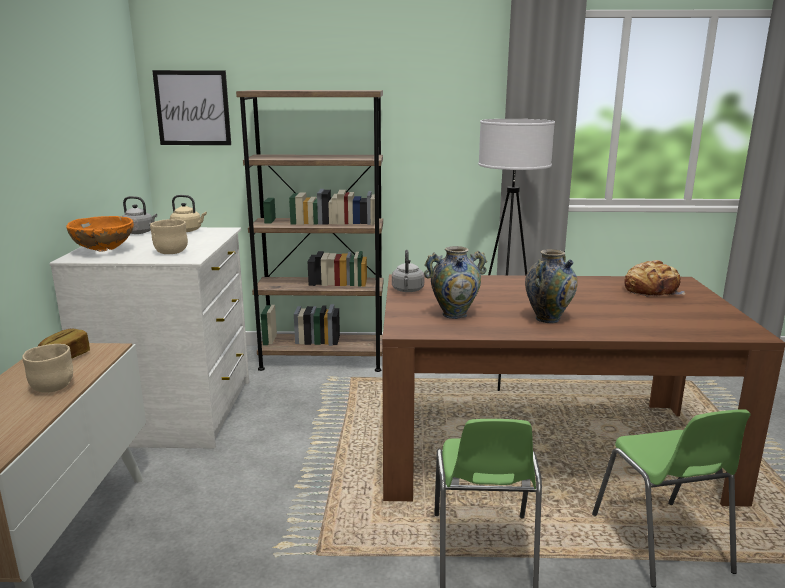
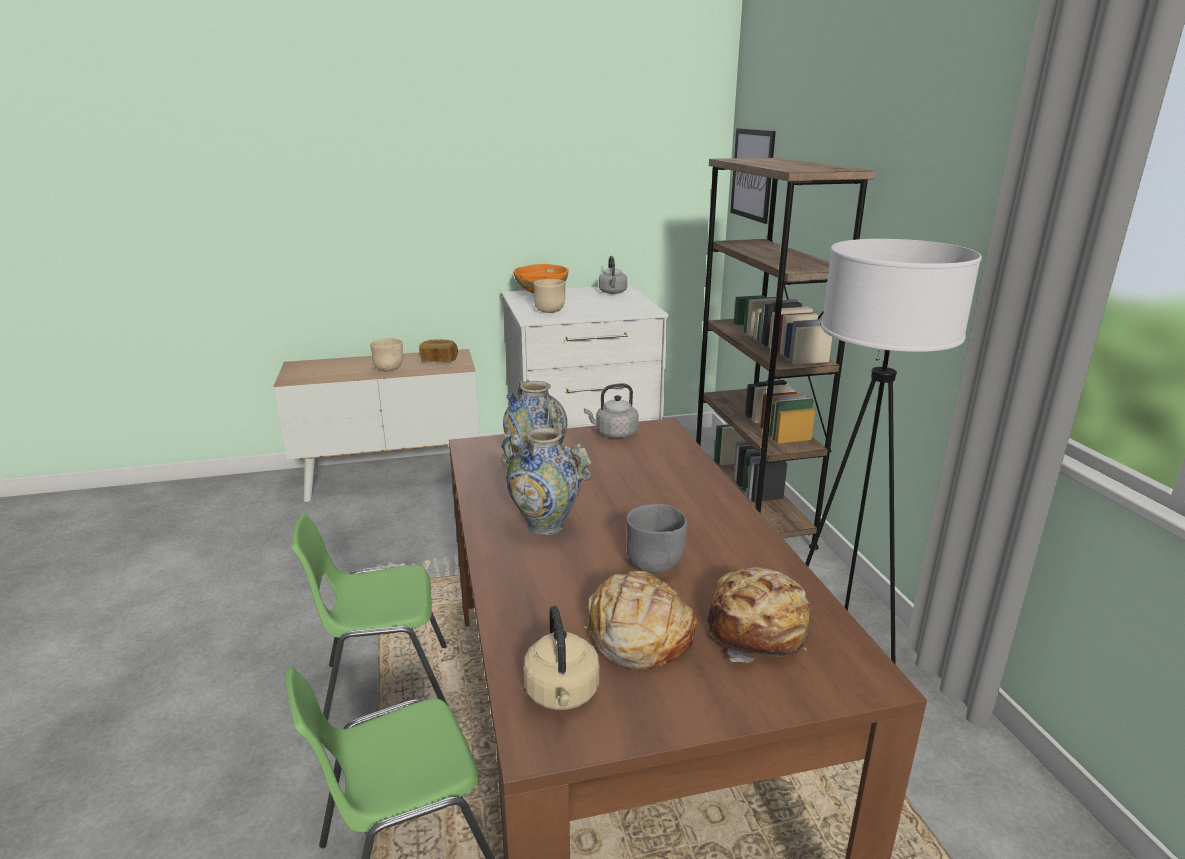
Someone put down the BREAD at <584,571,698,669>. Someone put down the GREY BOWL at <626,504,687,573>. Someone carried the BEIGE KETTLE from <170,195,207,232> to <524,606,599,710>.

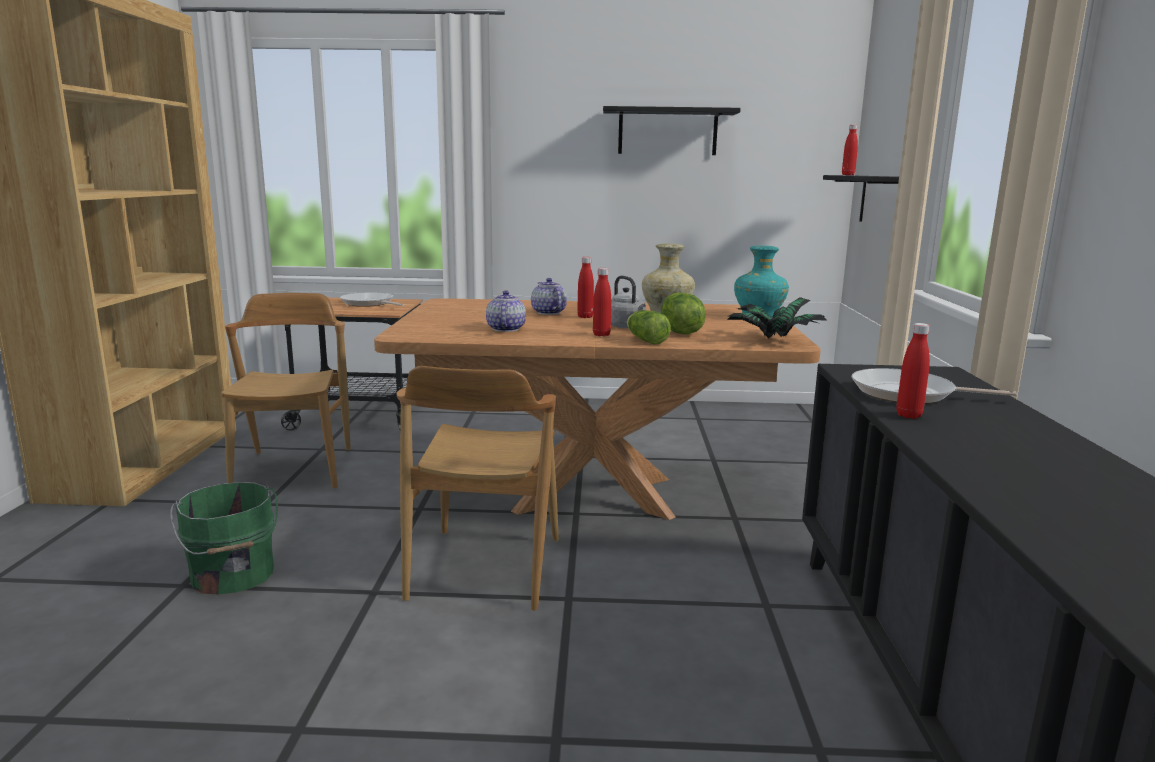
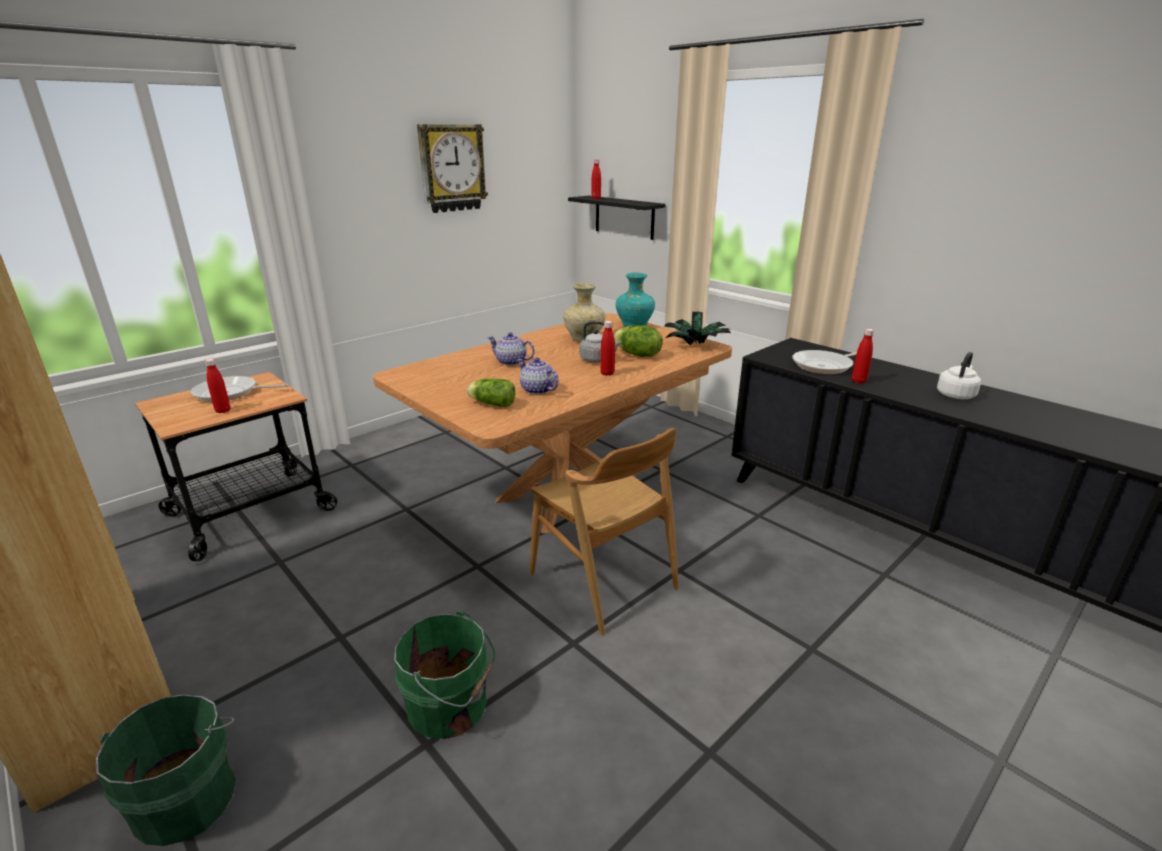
Someone took away the BROWN CHAIR at <222,293,351,489>. Someone put down the GREEN BUCKET at <96,694,236,846>. Someone put down the WHITE KETTLE at <937,352,981,399>. Someone carried the RED BOTTLE from <577,257,594,318> to <205,358,231,413>. Someone carried the LETTUCE from <627,310,671,345> to <467,378,515,407>. Someone swapped the BLACK SHELF at <603,106,741,155> for the WALL CLOCK at <417,124,488,213>.

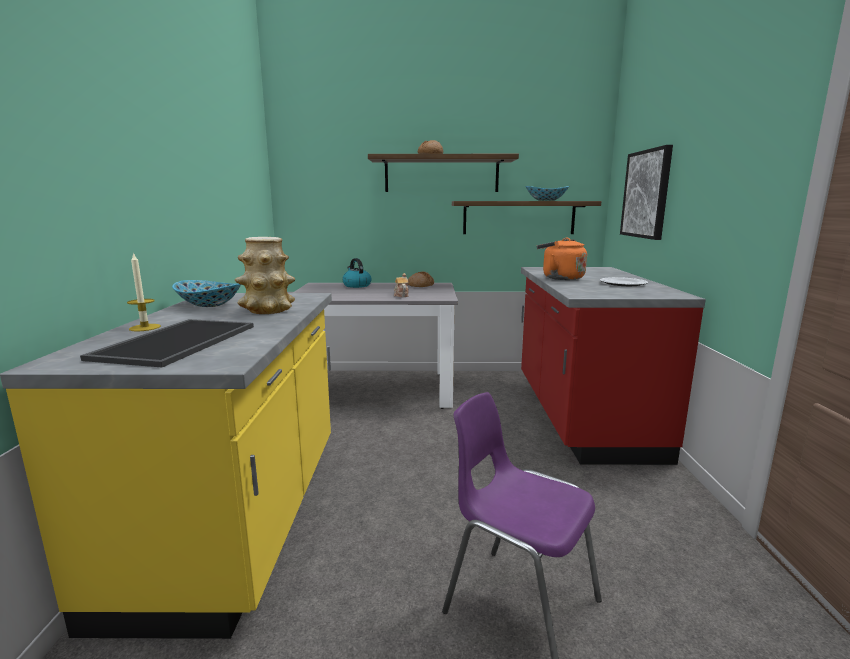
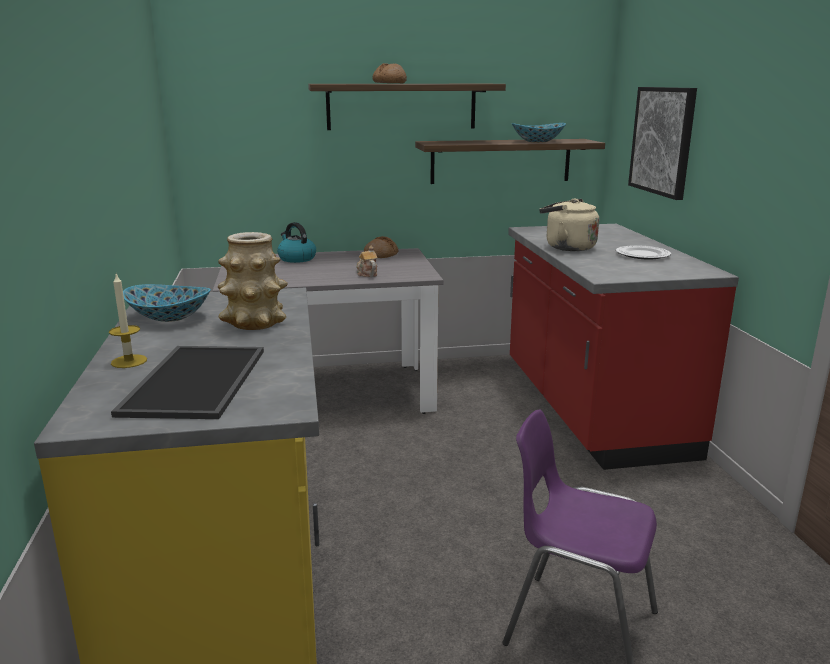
Someone repainted the ORANGE KETTLE at <537,238,587,280>, which became the BEIGE KETTLE at <539,199,599,251>.

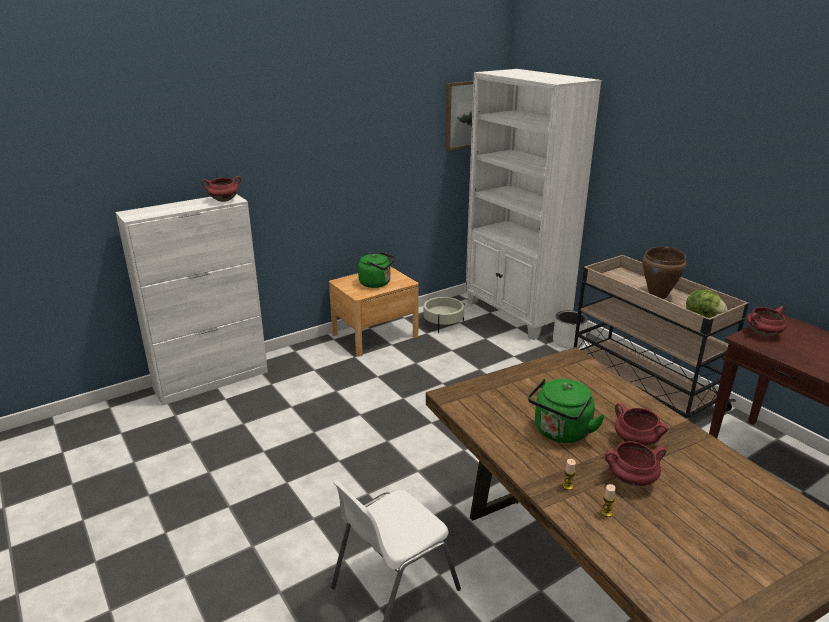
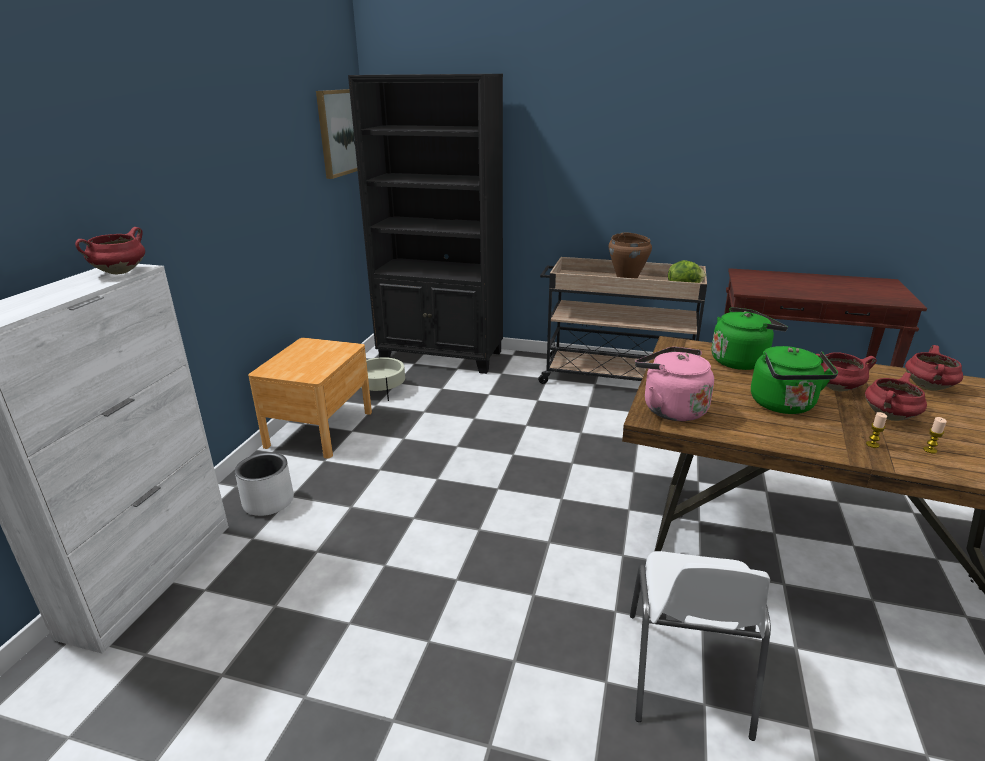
Someone put down the PINK KETTLE at <635,347,714,421>. Someone carried the GREEN KETTLE from <358,251,396,288> to <712,307,788,370>. Someone carried the WHITE PLANTER from <553,310,588,349> to <235,452,294,516>. Someone carried the RED COOKING POT from <747,306,787,336> to <905,345,963,390>. Someone repainted the WHITE BOOKCASE at <466,69,602,340>, which became the BLACK BOOKCASE at <348,74,503,374>.

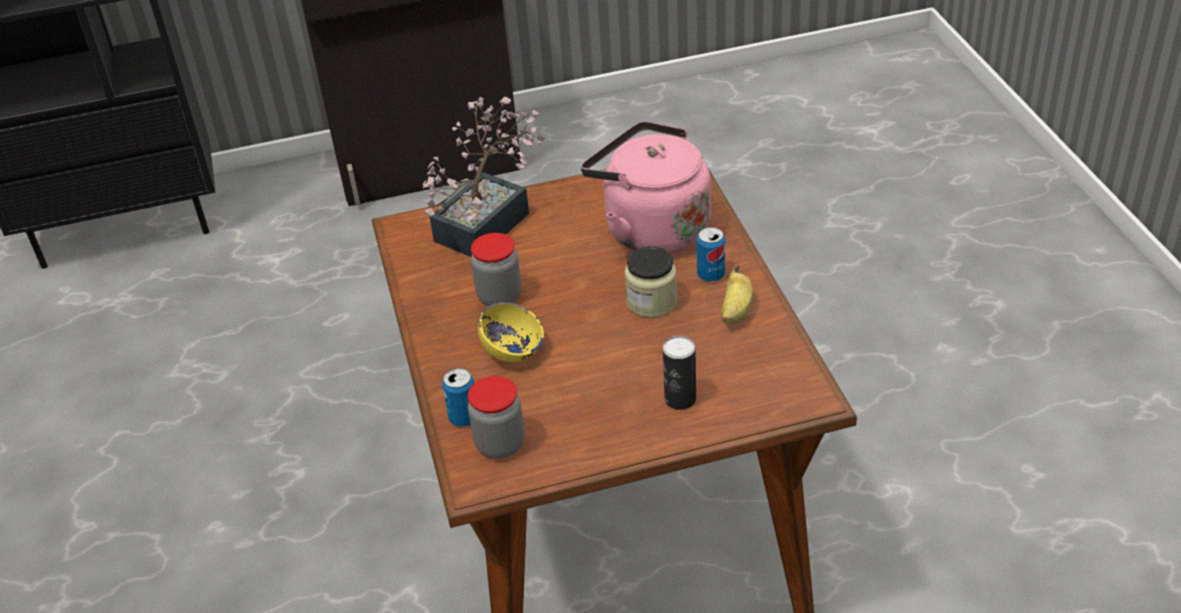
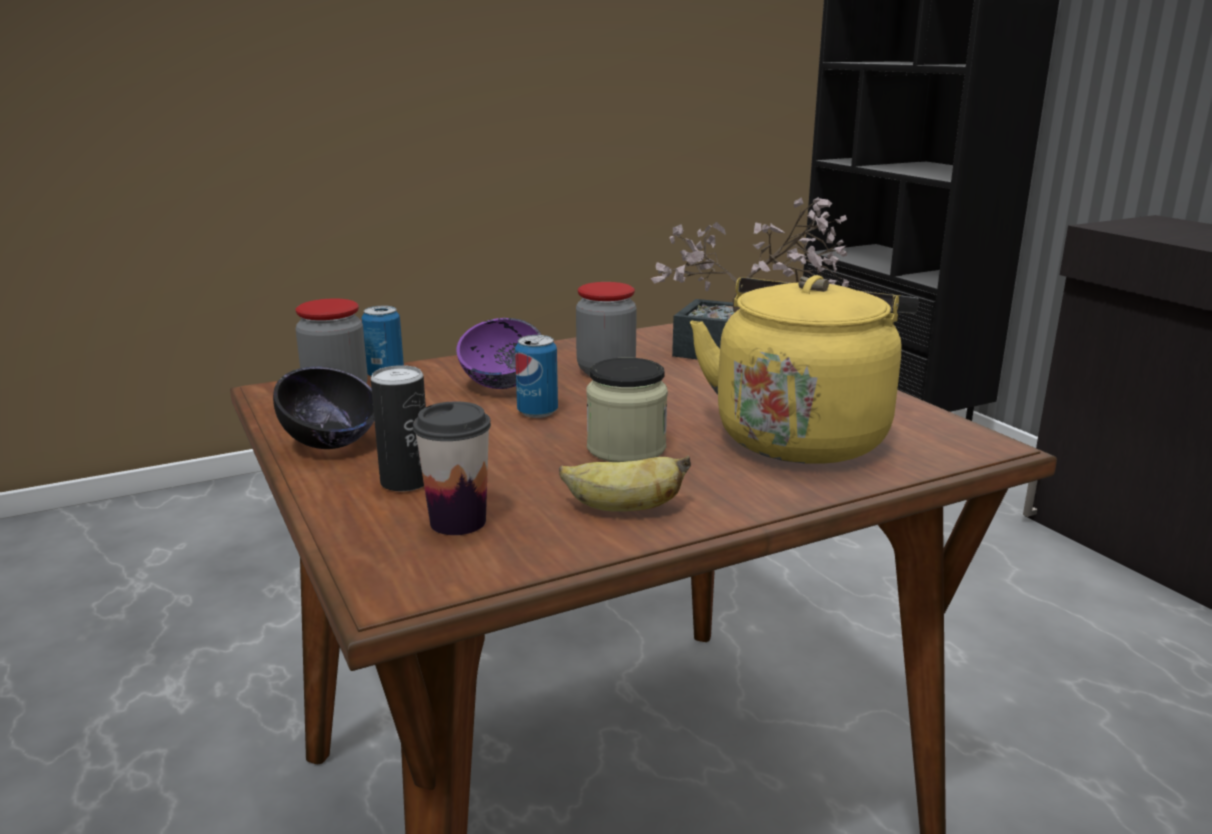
Someone put down the BLACK BOWL at <273,367,374,449>. Someone put down the CUP at <413,401,491,535>. Someone carried the CAN from <697,227,725,282> to <515,335,558,418>. Someone repainted the YELLOW BOWL at <478,302,544,362>, which became the PURPLE BOWL at <456,318,541,389>. Someone repainted the PINK KETTLE at <581,121,711,253>, which became the YELLOW KETTLE at <690,275,919,464>.

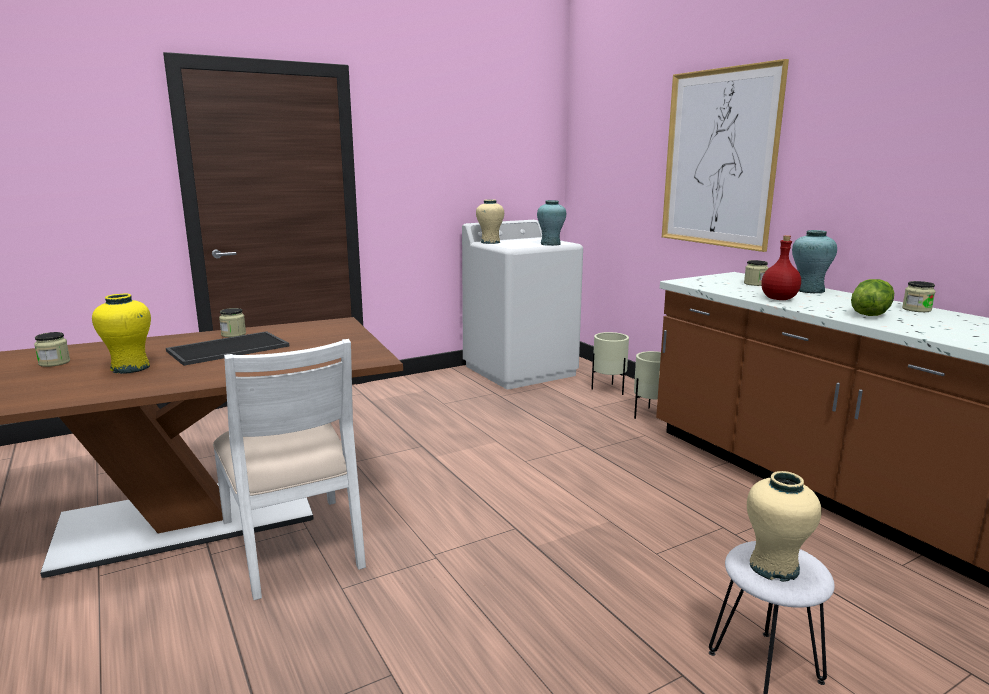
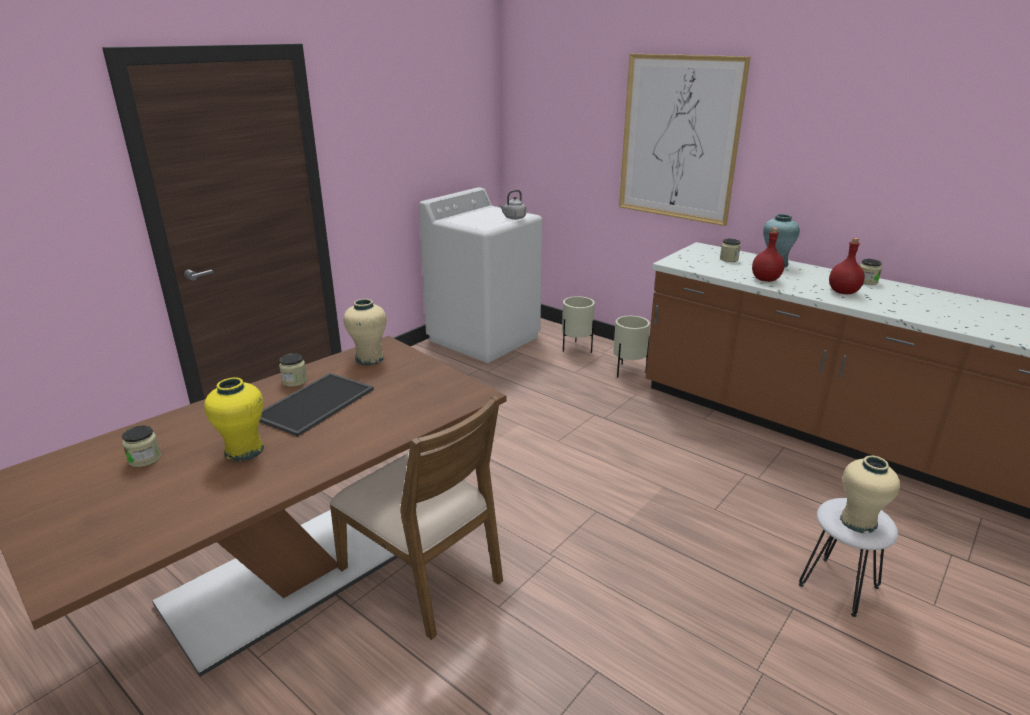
Someone carried the BEIGE VASE from <476,199,504,244> to <343,299,387,365>. Someone swapped the TURQUOISE VASE at <537,200,566,246> for the GREY KETTLE at <499,190,526,220>. Someone swapped the LETTUCE at <851,279,894,316> for the RED BOTTLE at <829,238,865,294>. Someone repainted the WHITE CHAIR at <213,339,366,600>, which became the BROWN CHAIR at <329,395,503,640>.

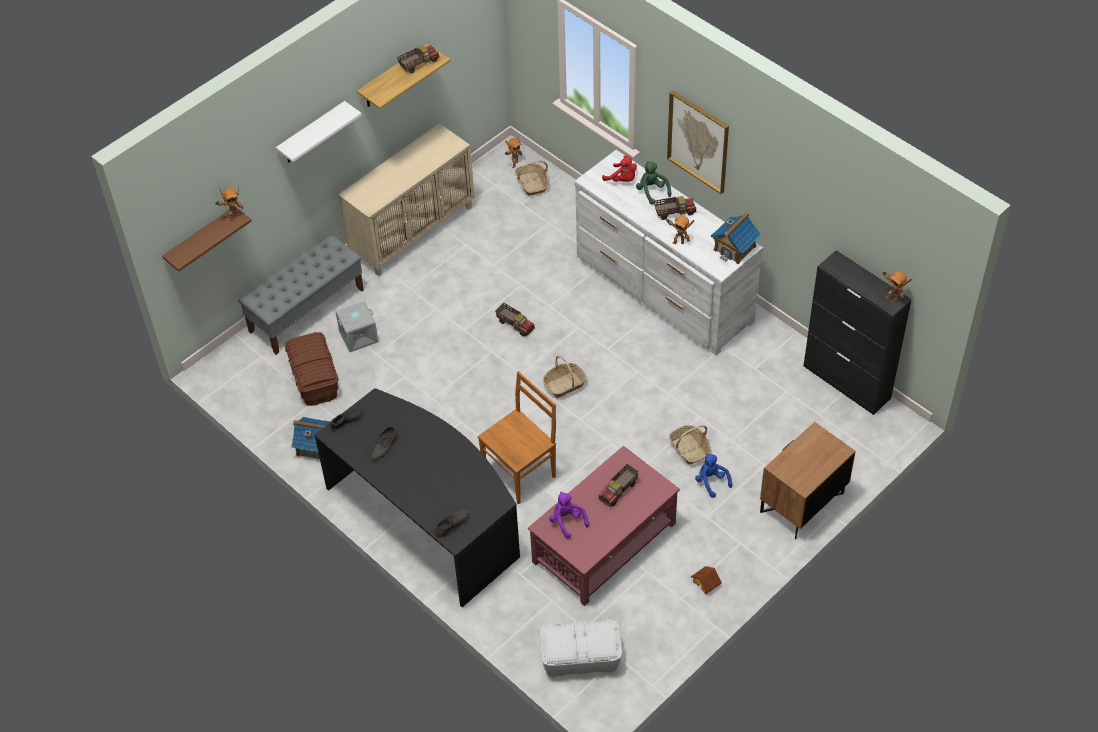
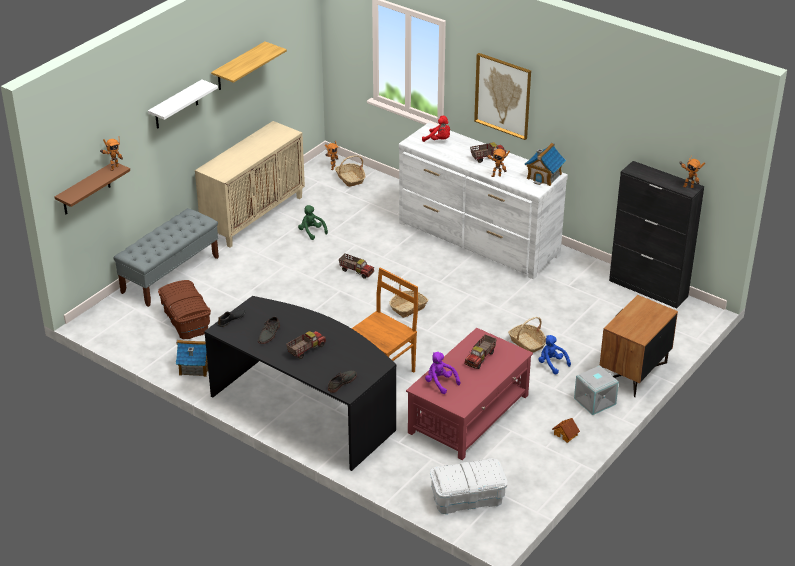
Someone carried the GREY STORAGE BOX from <335,301,379,352> to <574,365,619,415>. Someone carried the TOY TRUCK from <397,45,439,73> to <286,331,326,359>. Someone carried the GREEN PLUSH TOY from <636,161,672,205> to <298,205,328,240>.

